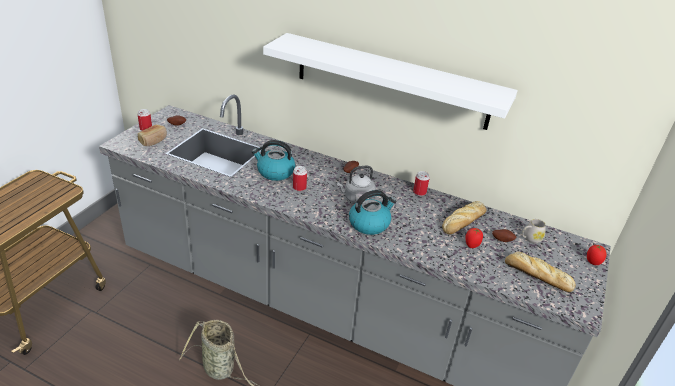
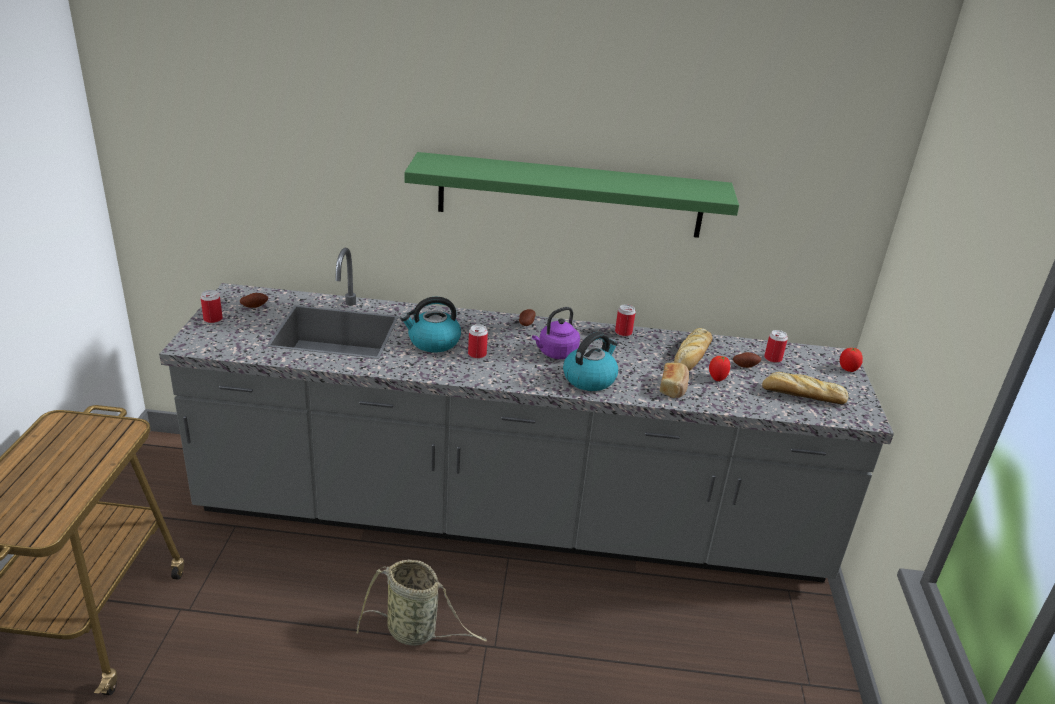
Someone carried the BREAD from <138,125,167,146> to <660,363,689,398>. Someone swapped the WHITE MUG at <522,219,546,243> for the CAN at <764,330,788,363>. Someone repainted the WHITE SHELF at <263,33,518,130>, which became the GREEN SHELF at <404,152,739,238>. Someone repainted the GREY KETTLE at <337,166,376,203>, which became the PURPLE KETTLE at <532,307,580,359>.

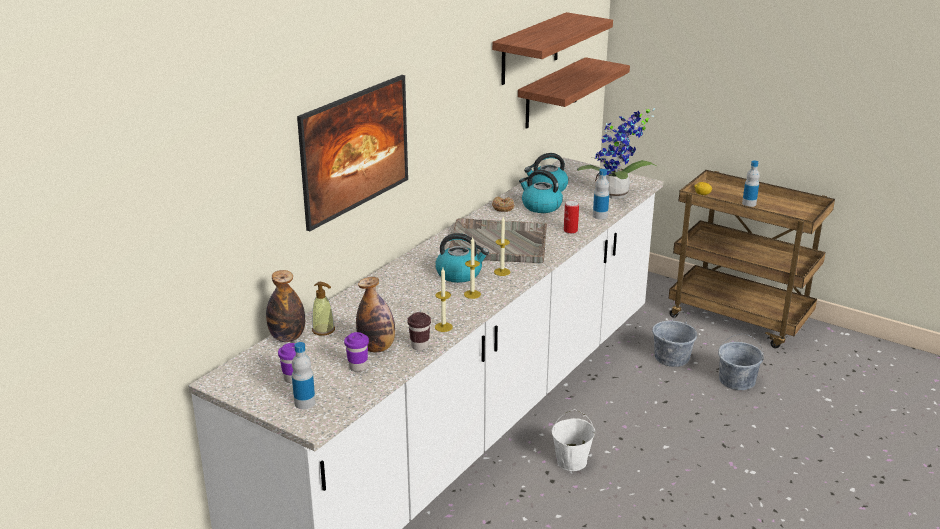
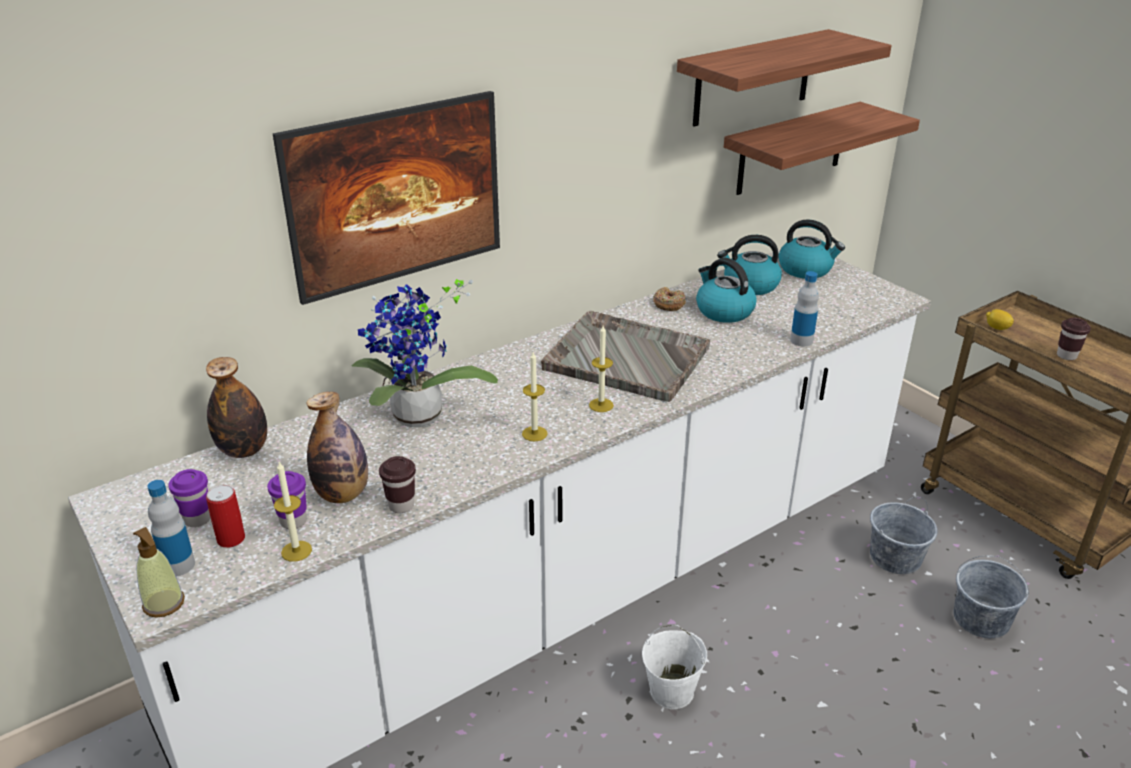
Someone carried the SOAP DISPENSER from <312,282,335,336> to <133,527,185,618>. Someone carried the KETTLE from <435,233,489,283> to <778,219,845,279>. Someone carried the CANDLE from <435,268,453,332> to <274,462,312,562>. Someone carried the CAN from <564,201,579,234> to <206,485,245,548>. Someone carried the POTTED PLANT from <577,108,658,199> to <352,279,498,427>. Someone swapped the BOTTLE at <742,161,760,207> for the BROWN CUP at <1057,318,1091,360>.

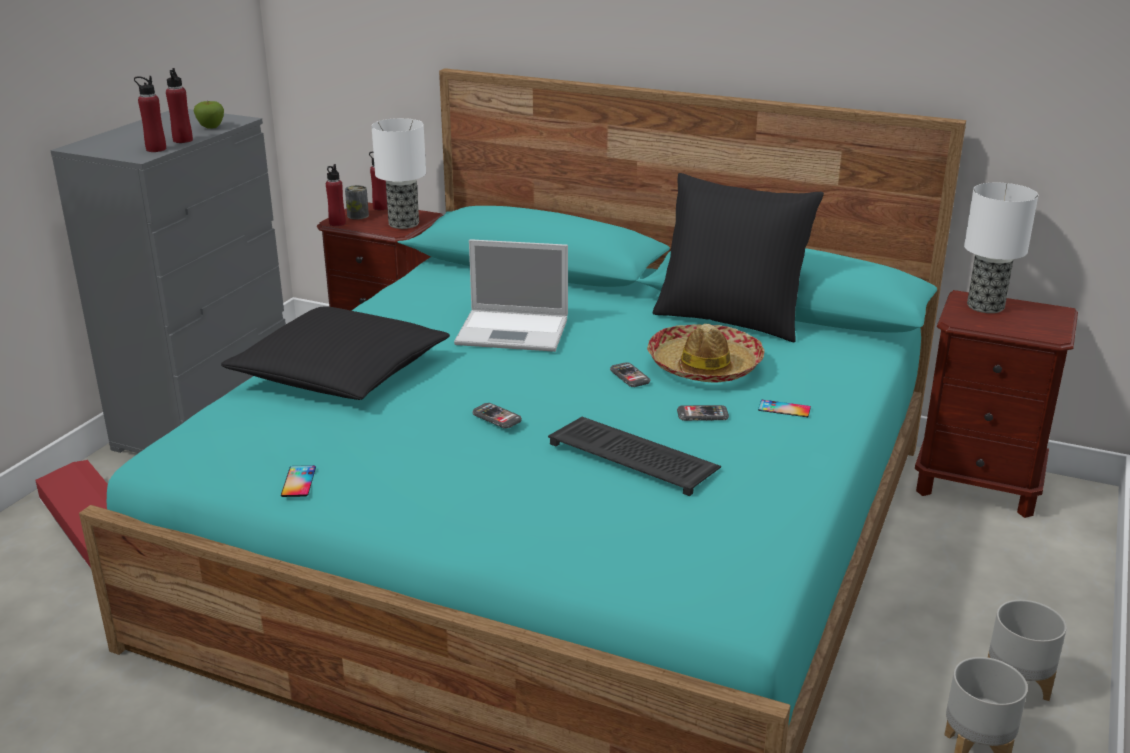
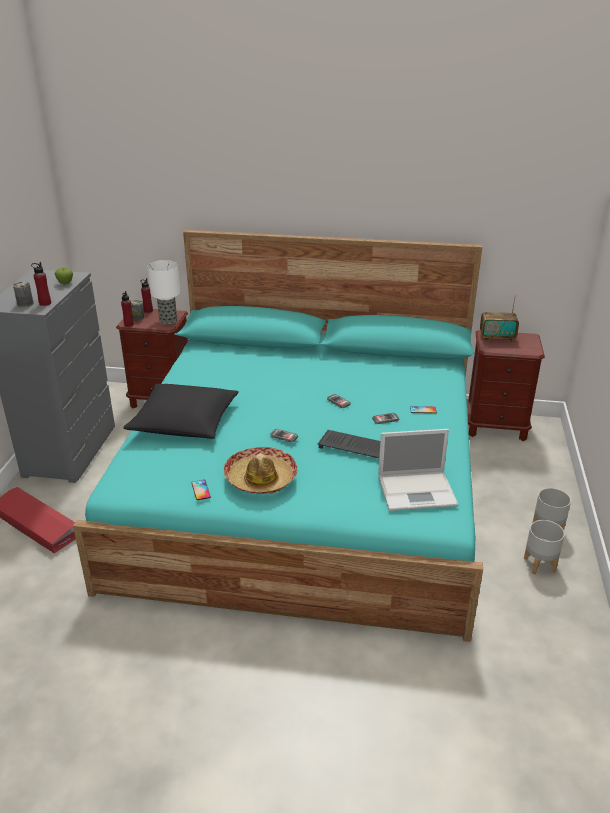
Someone took away the RED BOTTLE at <166,68,193,143>. Someone took away the BLACK PILLOW at <653,173,824,342>. Someone put down the CAN at <13,282,34,307>. Someone carried the LAPTOP from <454,239,568,352> to <378,429,458,511>. Someone carried the HAT from <647,324,765,383> to <224,447,297,494>. Someone swapped the TABLE LAMP at <964,183,1038,313> for the RADIO at <480,296,519,342>.

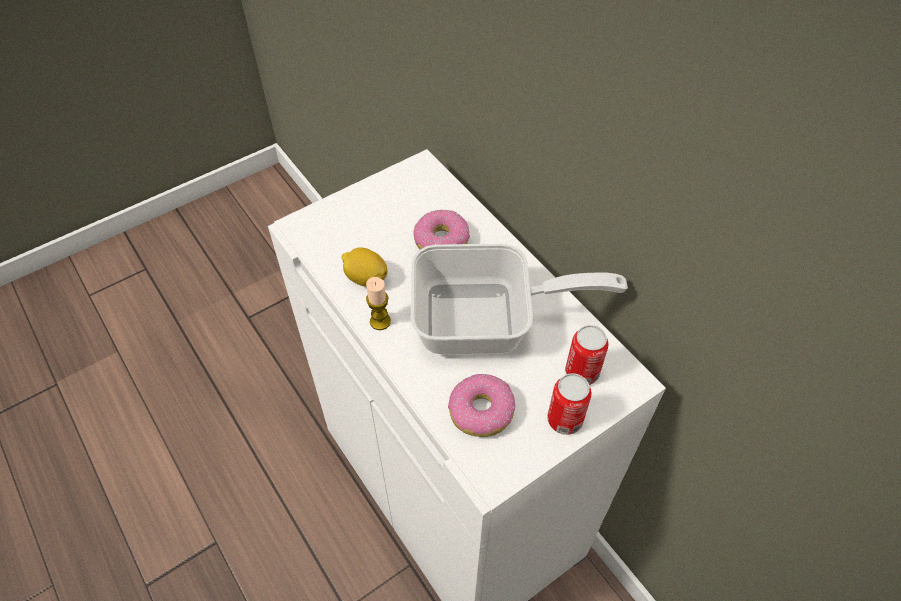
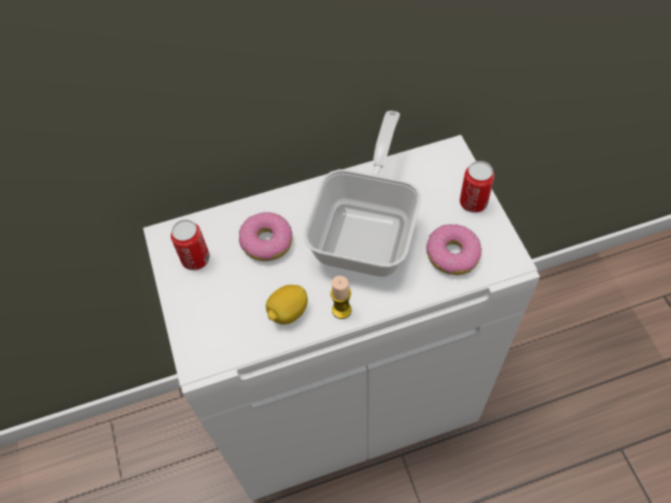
Someone carried the CAN from <565,325,608,385> to <171,219,210,270>.

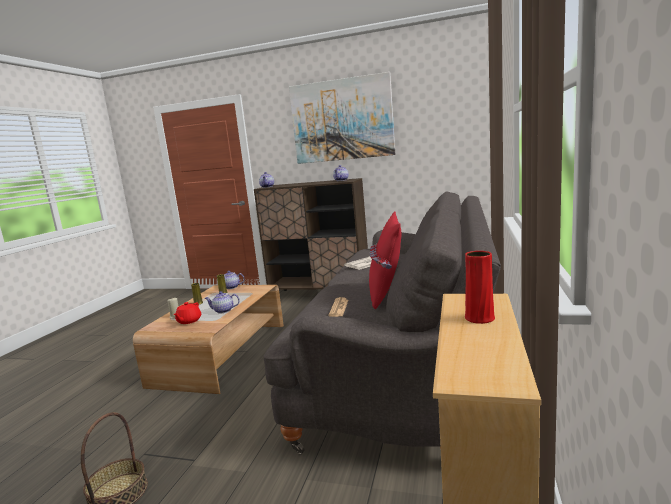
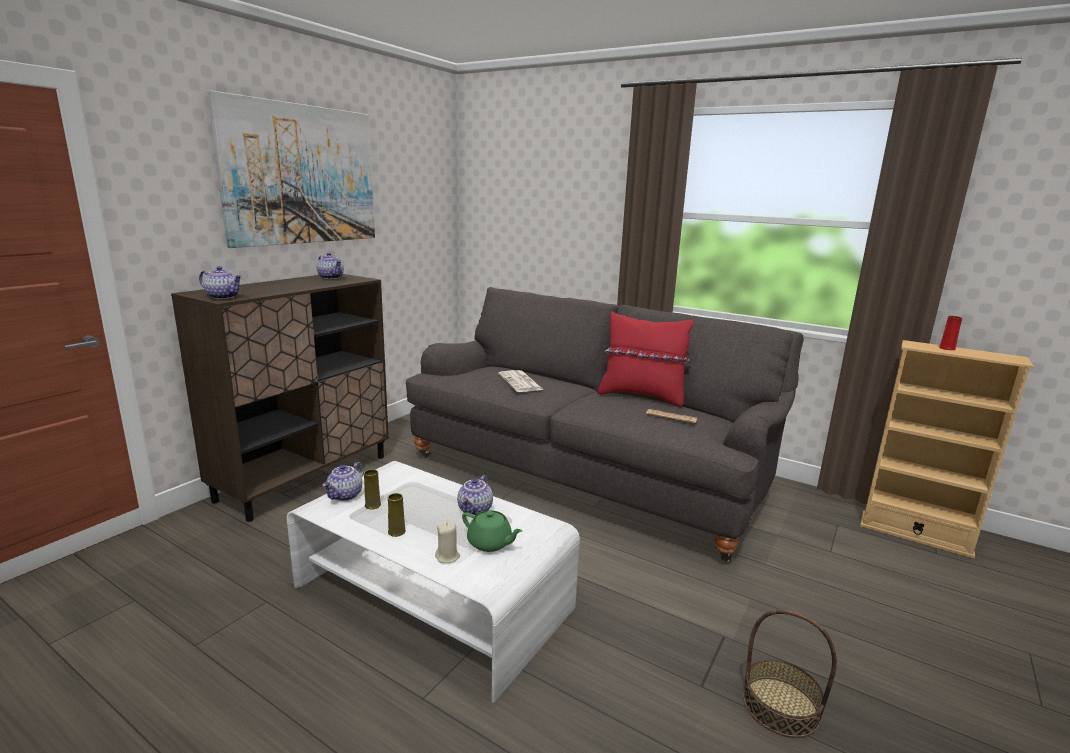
Someone repainted the BROWN COFFEE TABLE at <133,285,284,394>, which became the WHITE COFFEE TABLE at <287,461,580,703>. Someone repainted the RED TEAPOT at <174,302,201,324>, which became the GREEN TEAPOT at <462,510,522,552>.

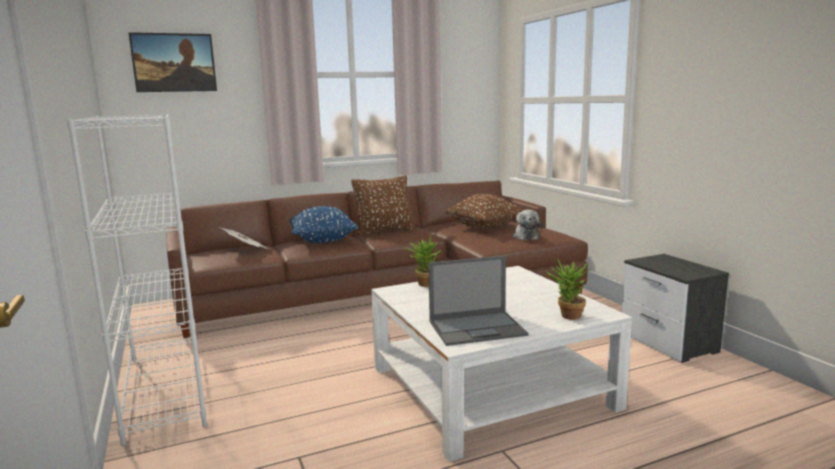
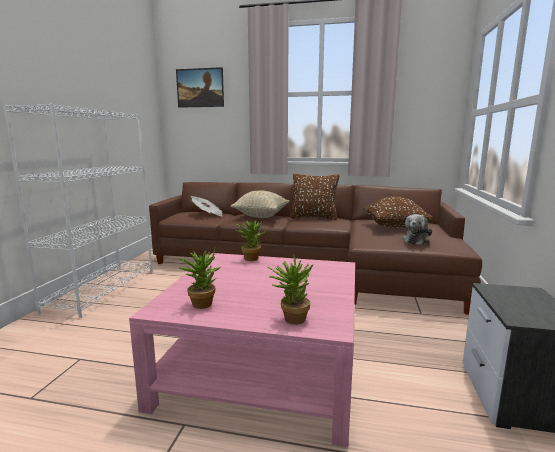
Someone swapped the LAPTOP at <428,256,528,346> for the POTTED PLANT at <178,248,221,309>. Someone repainted the BLUE PILLOW at <290,206,358,243>, which became the BEIGE PILLOW at <230,191,289,218>. Someone repainted the WHITE COFFEE TABLE at <371,266,632,462>, which became the PINK COFFEE TABLE at <129,253,355,447>.

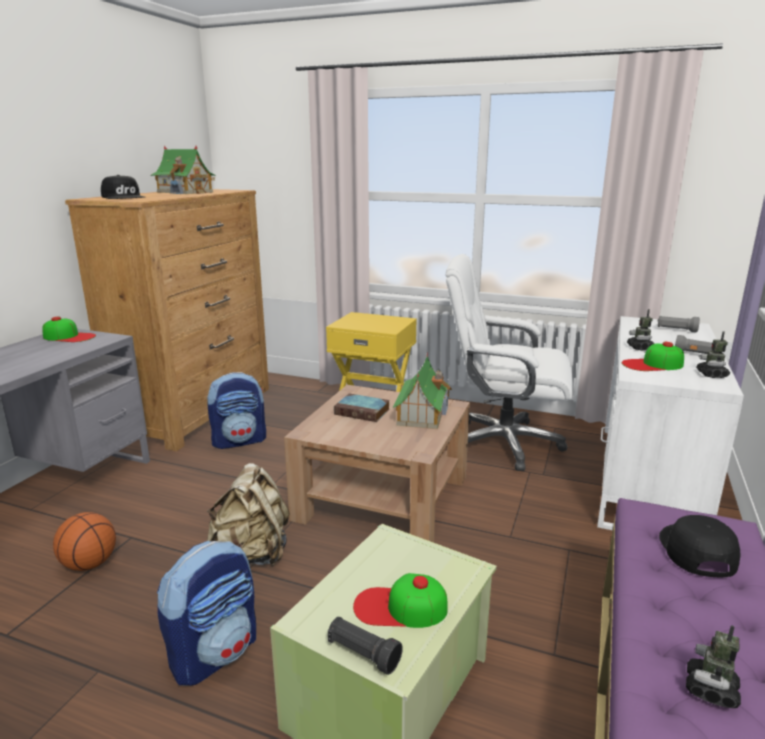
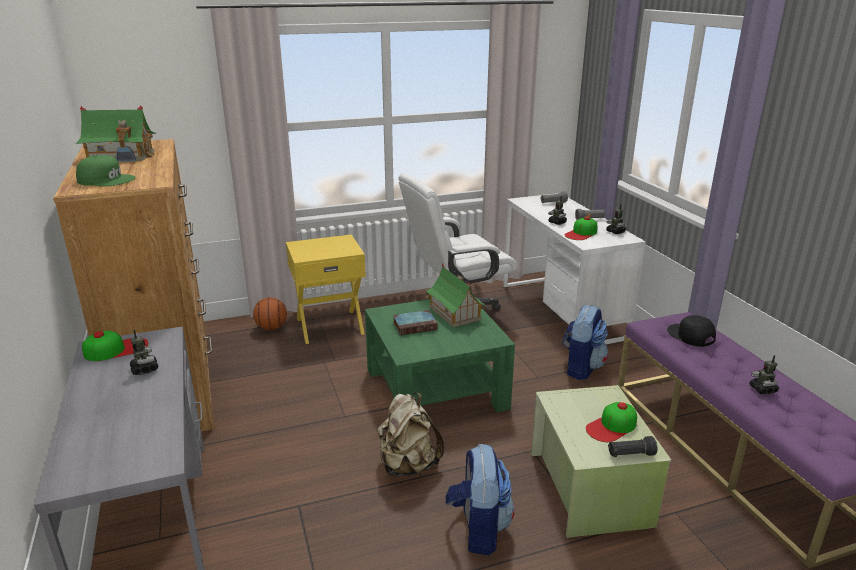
Someone put down the TOY ROBOT at <130,330,158,375>. Someone carried the BASKETBALL from <53,512,116,571> to <253,297,287,330>. Someone carried the BACKPACK from <207,372,266,449> to <562,305,609,380>. Someone repainted the BLACK CAP at <101,175,145,199>, which became the GREEN CAP at <76,155,136,186>. Someone repainted the BROWN COFFEE TABLE at <284,385,470,543>, which became the GREEN COFFEE TABLE at <365,299,515,412>.

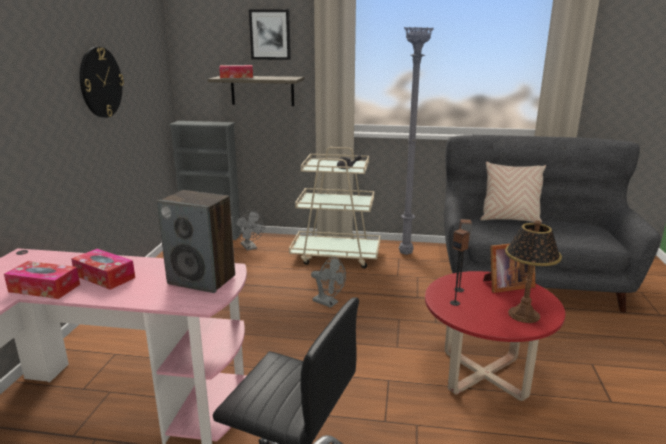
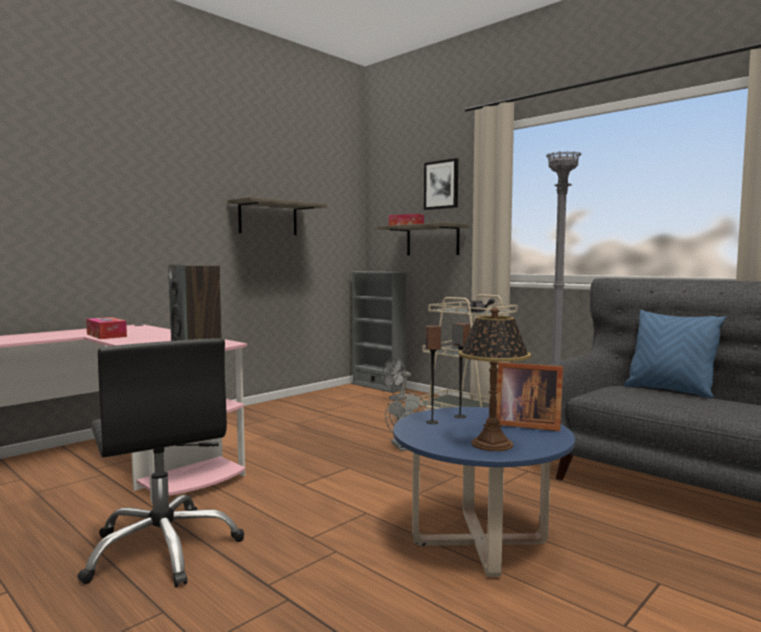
Someone took away the TISSUE BOX at <71,249,135,290>. Someone swapped the WALL CLOCK at <80,47,124,118> for the SHELF at <228,197,327,235>. Someone repainted the RED COFFEE TABLE at <425,271,565,401>, which became the BLUE COFFEE TABLE at <393,407,575,577>. Someone repainted the BEIGE PILLOW at <480,162,546,223>, which became the BLUE PILLOW at <624,310,726,398>. Someone rotated the GREY FAN at <234,210,265,251> by 45 degrees clockwise.

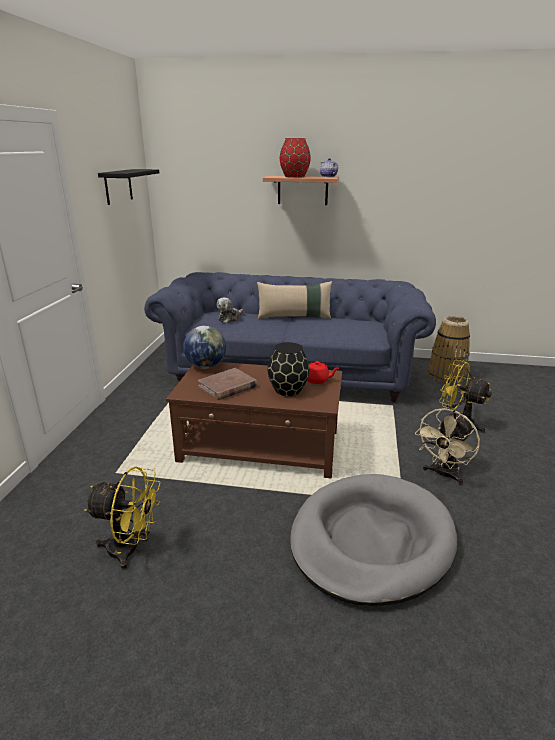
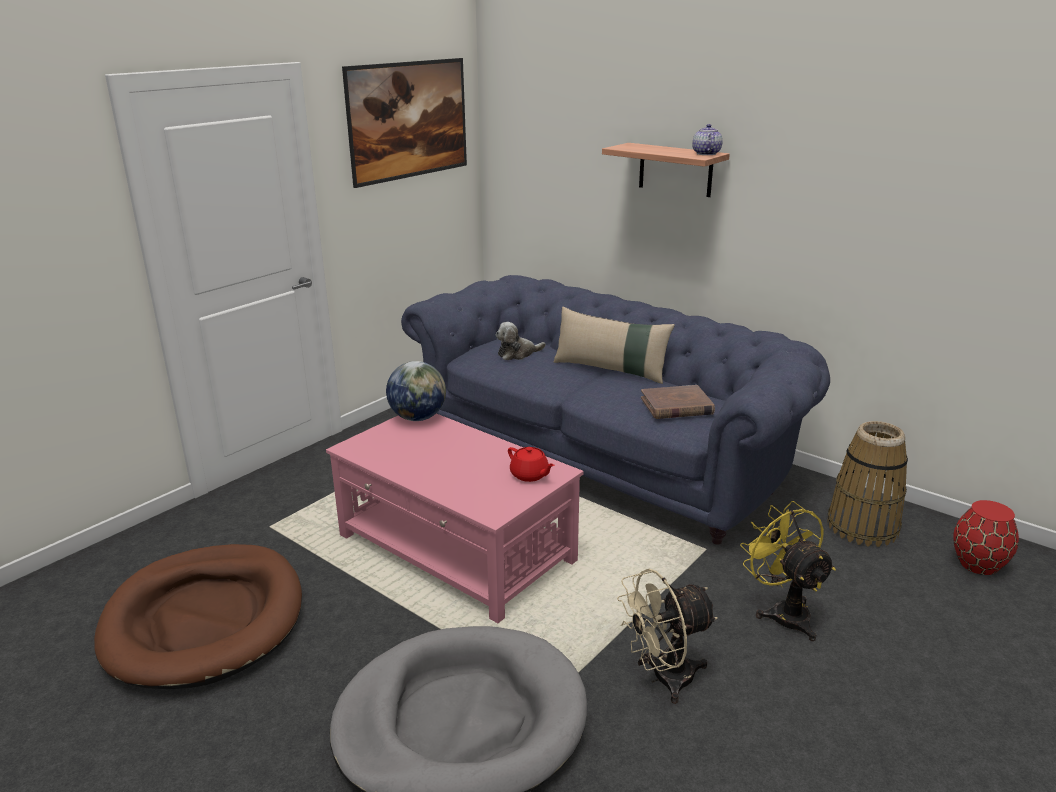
Someone took away the BLACK VASE at <268,342,309,396>. Someone carried the BROWN BOOK from <198,368,257,400> to <641,385,715,419>. Someone carried the RED VASE from <280,138,311,178> to <953,500,1019,575>. Someone swapped the YELLOW FAN at <84,466,161,570> for the BROWN DOG BED at <94,544,302,689>. Someone swapped the BLACK SHELF at <98,169,159,205> for the PICTURE at <342,58,467,188>. Someone repainted the BROWN COFFEE TABLE at <166,362,342,479>, which became the PINK COFFEE TABLE at <326,414,584,623>.

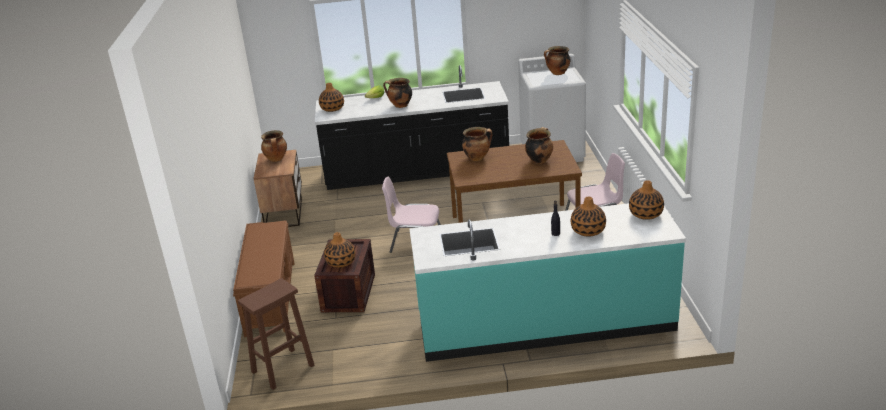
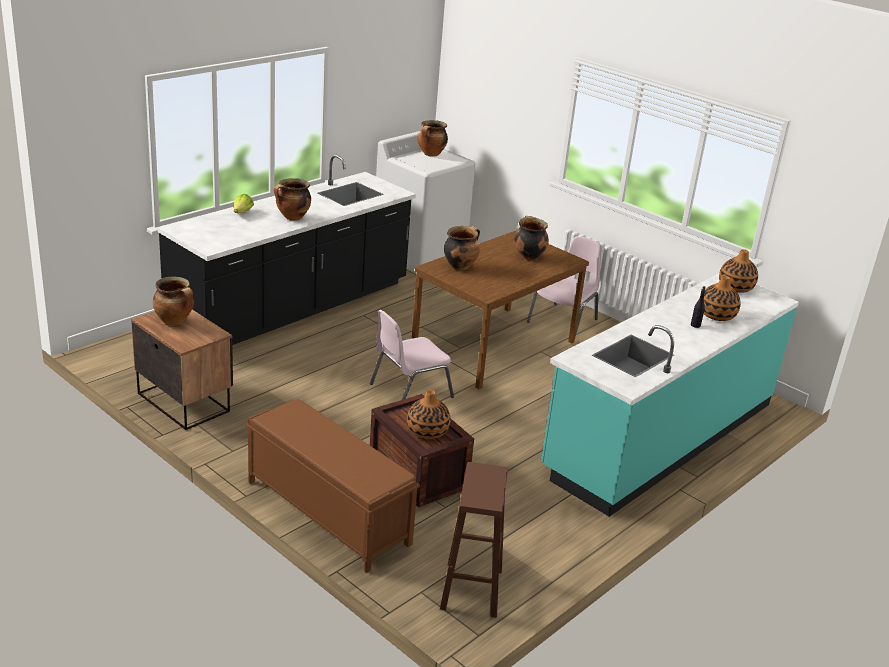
Someone took away the VASE at <319,83,344,112>.

